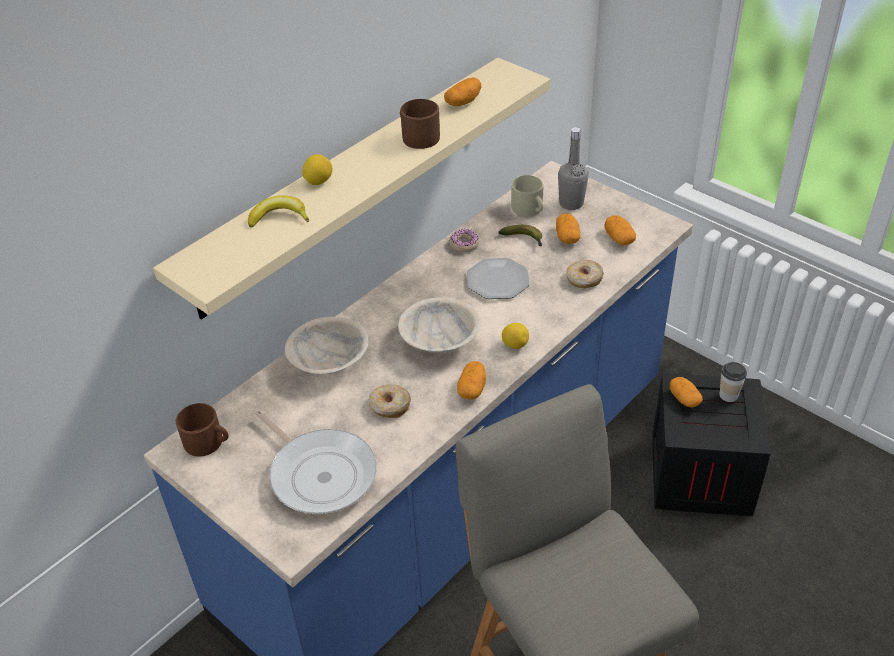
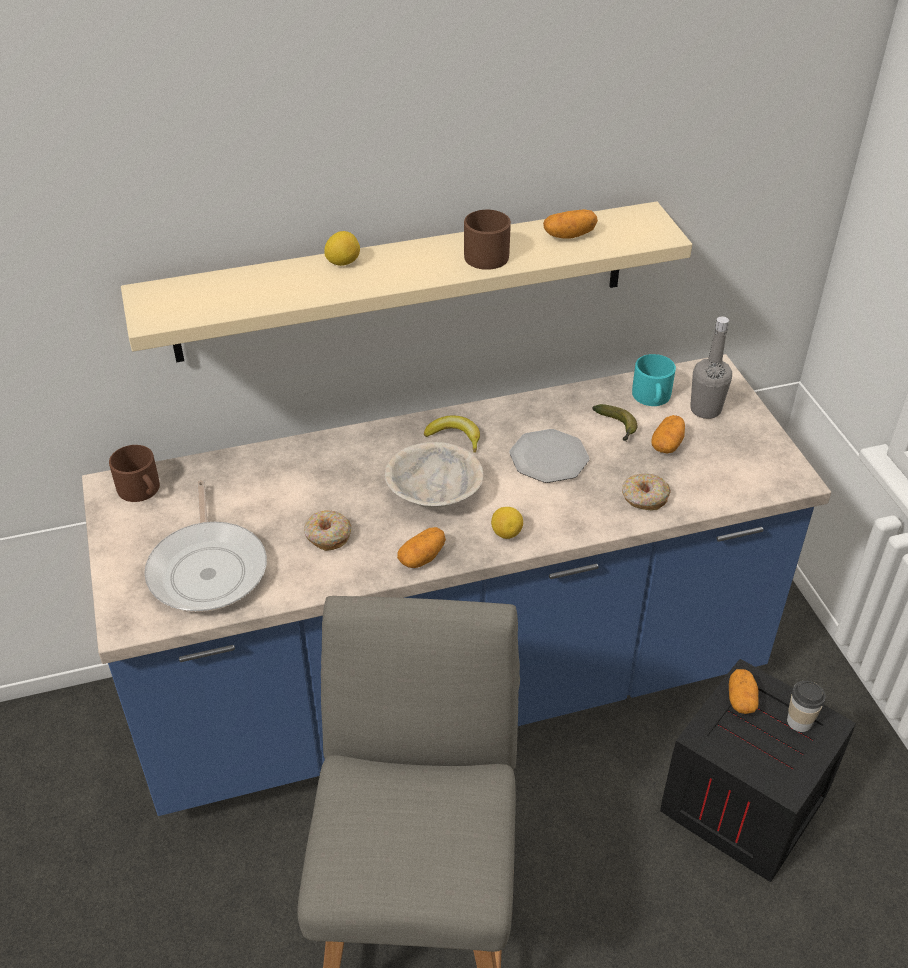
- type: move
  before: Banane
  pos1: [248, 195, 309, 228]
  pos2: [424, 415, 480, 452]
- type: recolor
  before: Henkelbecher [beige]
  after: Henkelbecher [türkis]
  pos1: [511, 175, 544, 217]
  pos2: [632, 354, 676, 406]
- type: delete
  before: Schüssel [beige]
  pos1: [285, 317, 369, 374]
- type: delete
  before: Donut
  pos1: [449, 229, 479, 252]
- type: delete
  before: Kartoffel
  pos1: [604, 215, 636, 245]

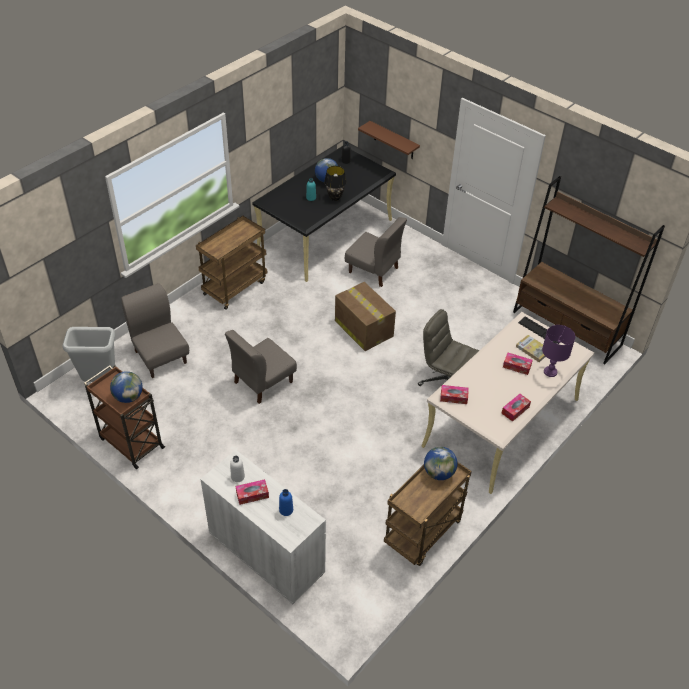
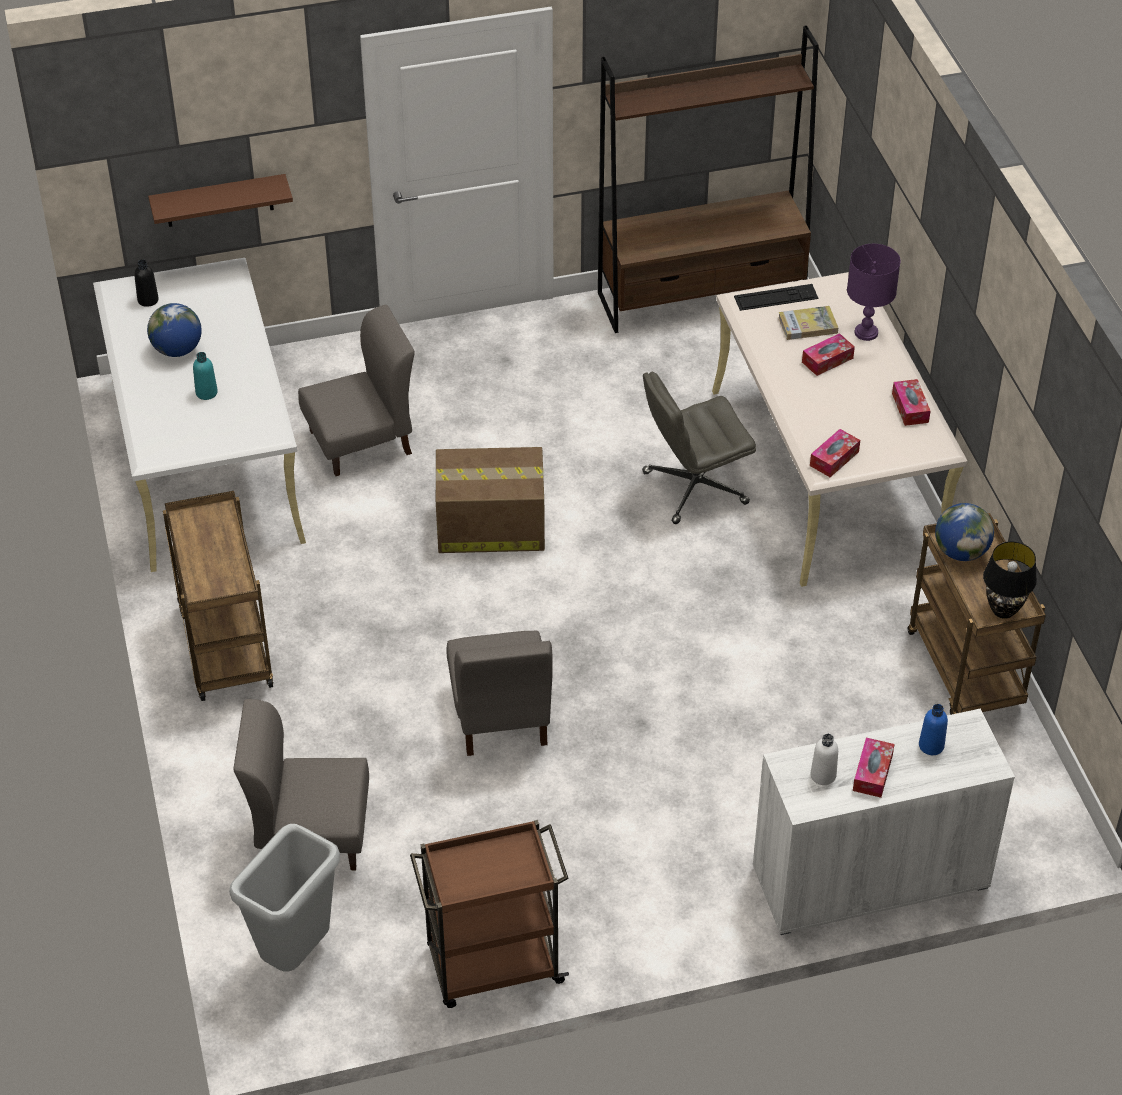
- type: recolor
  before: Schreibtisch [schwarz]
  after: Schreibtisch [weiß]
  pos1: [252, 147, 396, 282]
  pos2: [93, 258, 306, 572]
- type: move
  before: Tischlampe [schwarz]
  pos1: [324, 166, 347, 201]
  pos2: [983, 541, 1037, 619]
- type: delete
  before: Globus
  pos1: [110, 371, 143, 403]

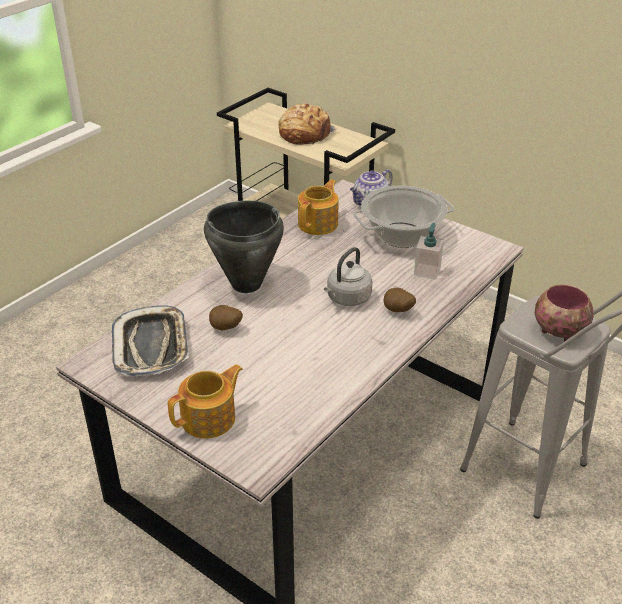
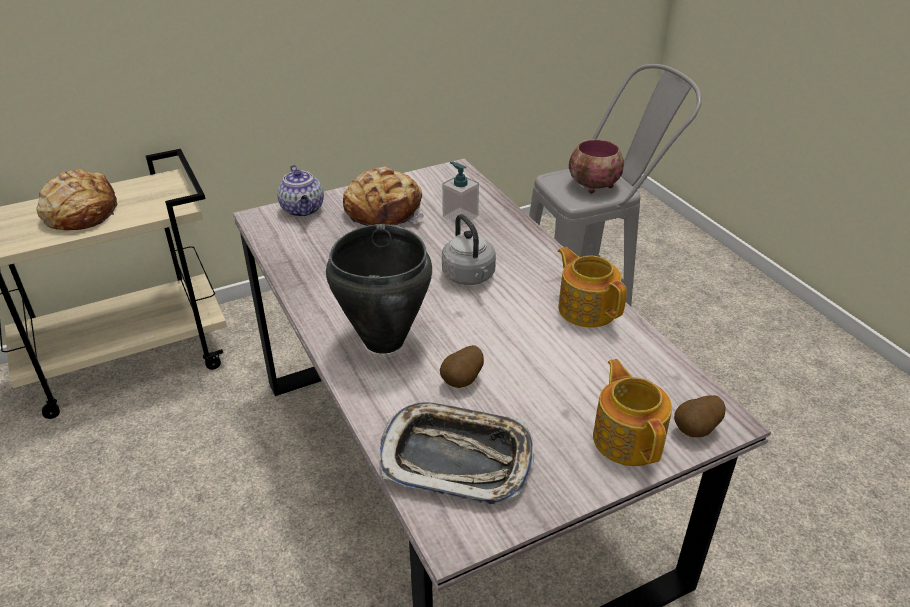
- type: replace
  before: Kochtopf
  after: Brot
  pos1: [353, 185, 454, 248]
  pos2: [343, 166, 424, 226]
- type: move
  before: Teekanne
  pos1: [298, 180, 339, 235]
  pos2: [558, 247, 627, 328]
- type: move
  before: Kartoffel
  pos1: [384, 288, 416, 312]
  pos2: [674, 395, 726, 437]

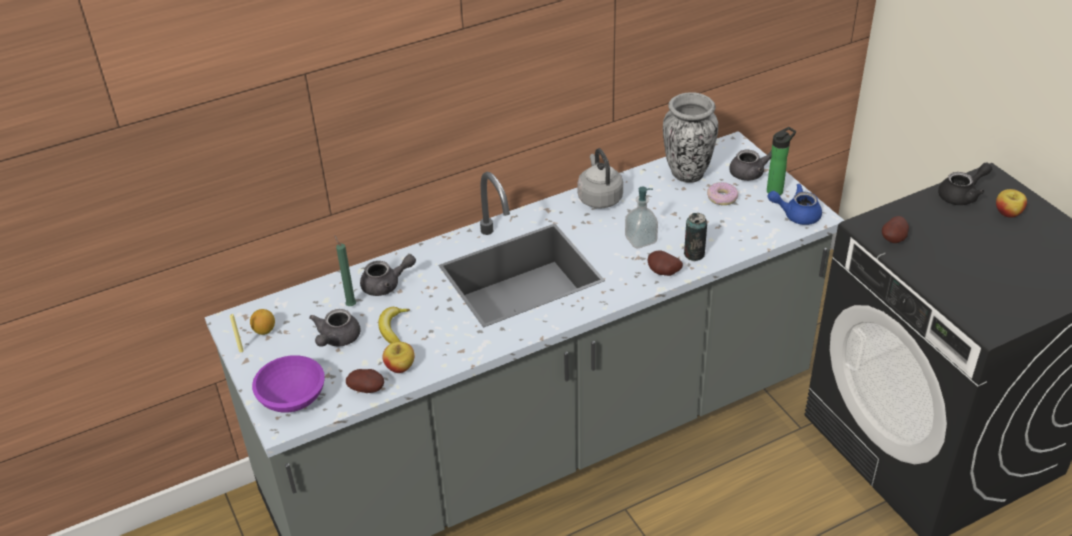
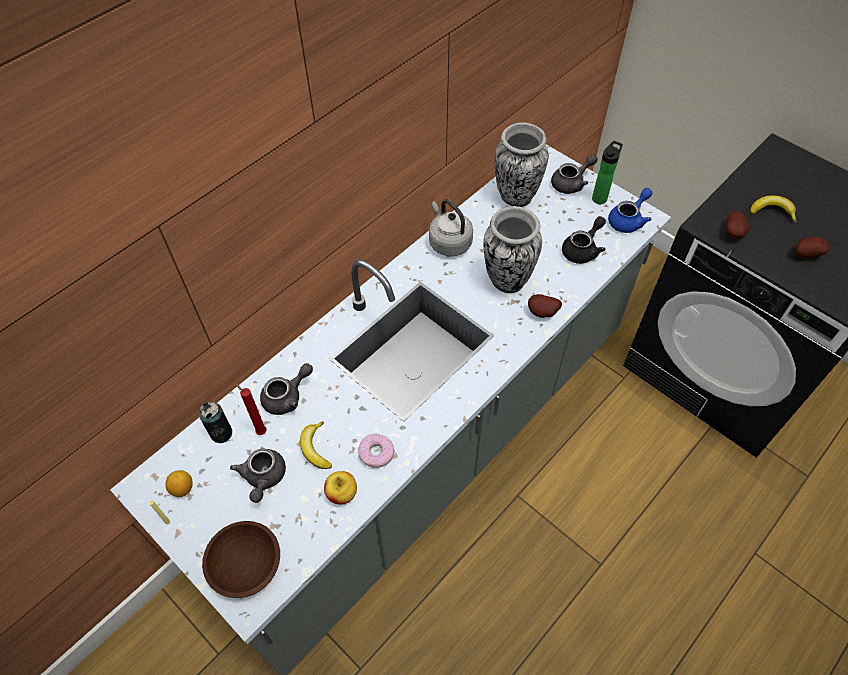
- type: move
  before: Dose
  pos1: [684, 213, 707, 261]
  pos2: [199, 401, 232, 443]
- type: recolor
  before: Schüssel [lila]
  after: Schüssel [braun]
  pos1: [252, 355, 325, 413]
  pos2: [202, 521, 280, 598]
- type: recolor
  before: Kerze [grün]
  after: Kerze [rot]
  pos1: [334, 235, 356, 306]
  pos2: [235, 383, 267, 435]
- type: move
  before: Donut
  pos1: [707, 182, 738, 205]
  pos2: [358, 434, 395, 468]
- type: replace
  before: Seifenspender
  after: Vase
  pos1: [625, 187, 658, 249]
  pos2: [483, 206, 542, 293]
- type: move
  before: Teekanne [schwarz]
  pos1: [938, 163, 992, 205]
  pos2: [562, 216, 606, 264]
- type: rotate
  before: Teekanne [blau]
  pos1: [768, 184, 822, 225]
  pos2: [608, 188, 653, 233]
  turn: 150
- type: insert
  after: Banane
  pos2: [750, 195, 796, 222]
- type: move
  before: Kartoffel
  pos1: [346, 369, 384, 393]
  pos2: [795, 236, 830, 257]
- type: delete
  before: Apfel
  pos1: [996, 189, 1027, 218]

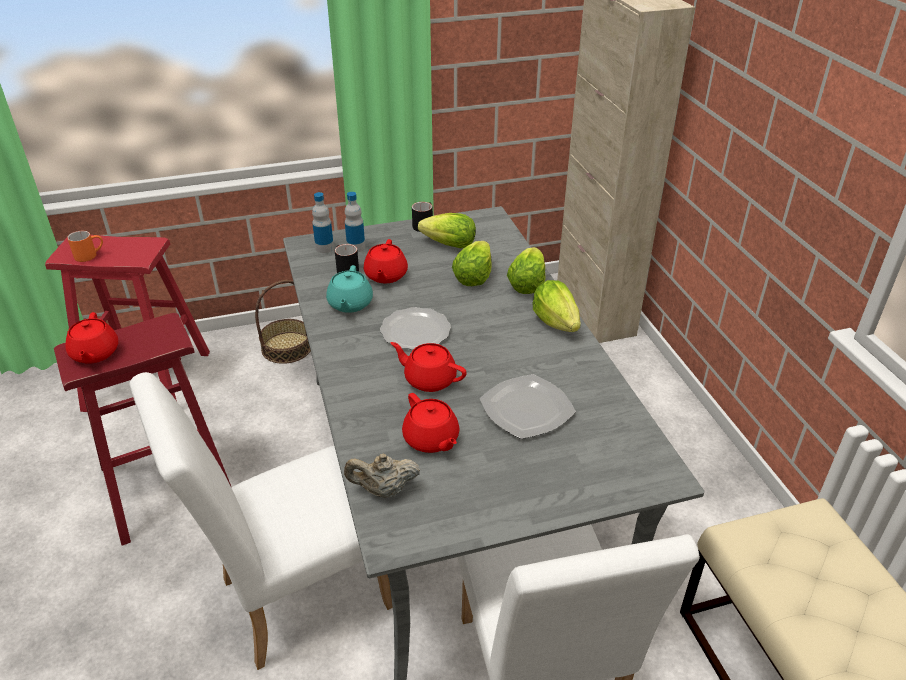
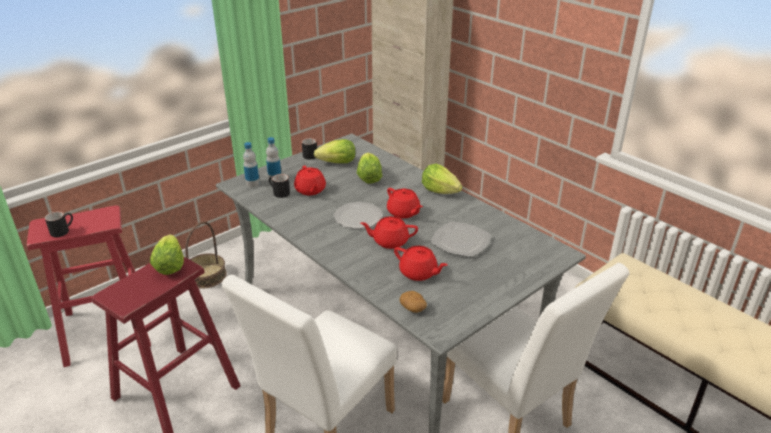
- type: recolor
  before: Henkelbecher [orange]
  after: Henkelbecher [schwarz]
  pos1: [67, 231, 103, 262]
  pos2: [45, 212, 73, 237]
- type: move
  before: Salatkopf
  pos1: [507, 247, 546, 294]
  pos2: [150, 234, 184, 275]
- type: move
  before: Teekanne [rot]
  pos1: [66, 312, 118, 364]
  pos2: [387, 188, 423, 218]
- type: replace
  before: Teekanne [beige]
  after: Kartoffel
  pos1: [344, 453, 420, 498]
  pos2: [399, 291, 427, 313]
- type: delete
  before: Teekanne [türkis]
  pos1: [326, 265, 373, 313]

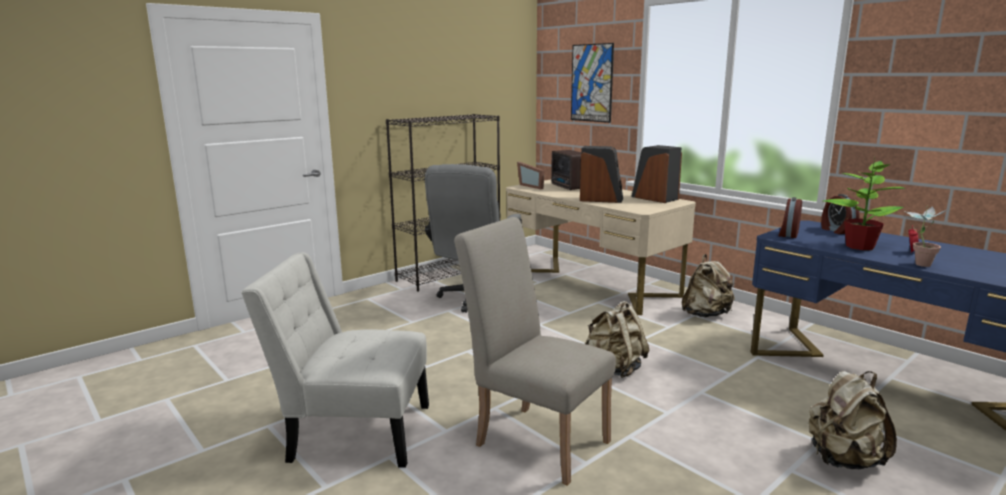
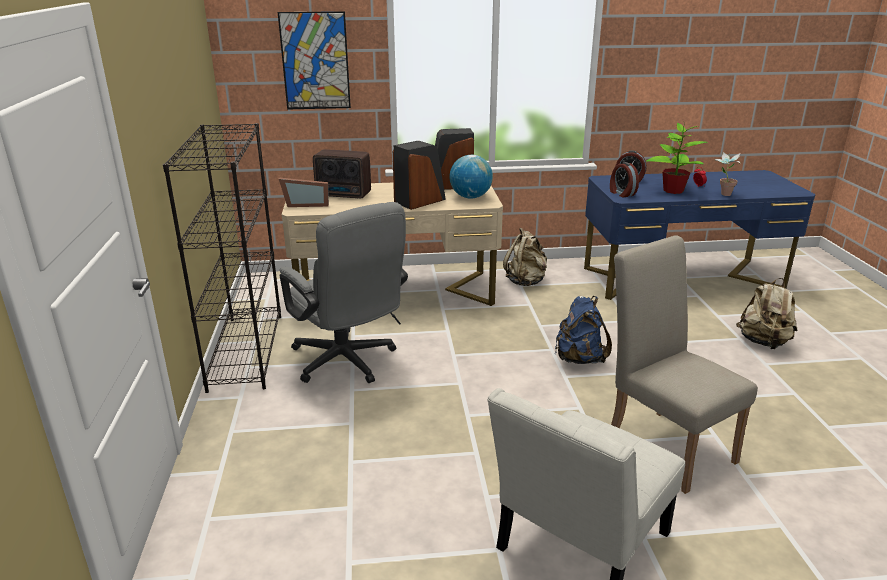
- type: insert
  after: Globus
  pos2: [449, 155, 493, 198]
- type: recolor
  before: Rucksack [beige]
  after: Rucksack [blau]
  pos1: [585, 301, 650, 378]
  pos2: [555, 296, 612, 364]
- type: rotate
  before: Stuhl [beige]
  pos1: [454, 217, 616, 485]
  pos2: [611, 235, 758, 494]
  turn: 75

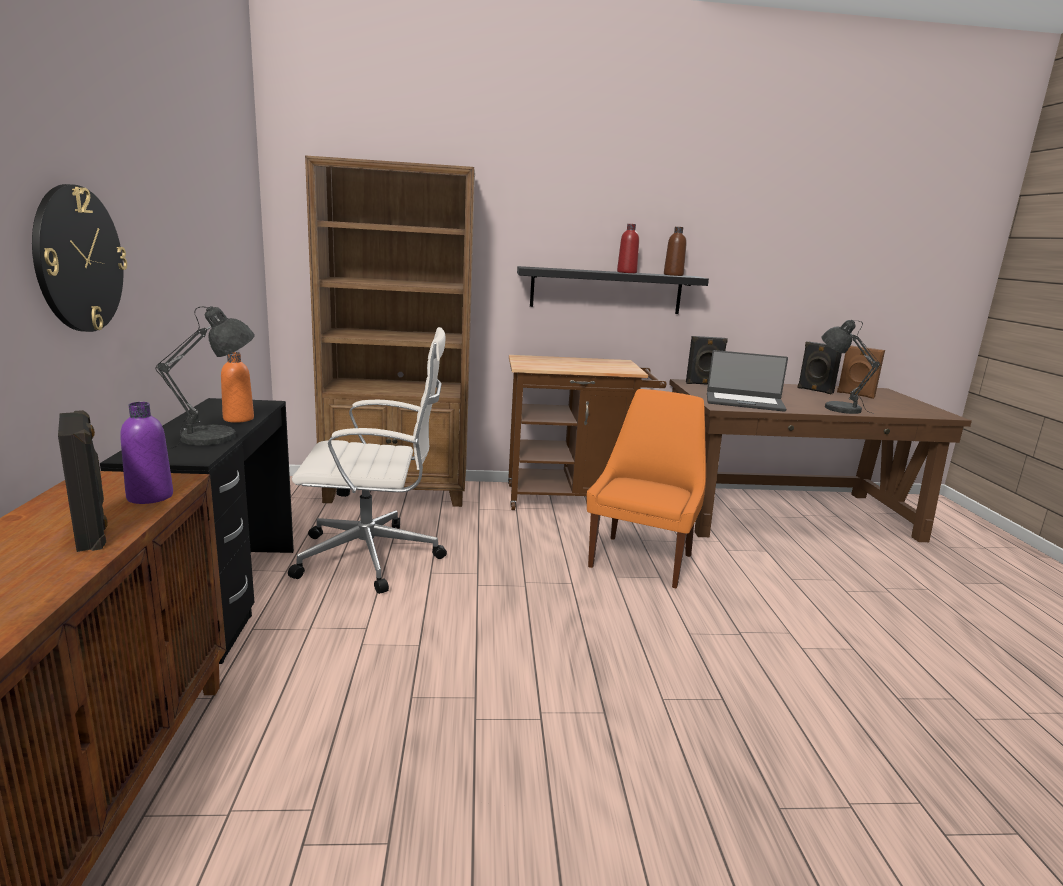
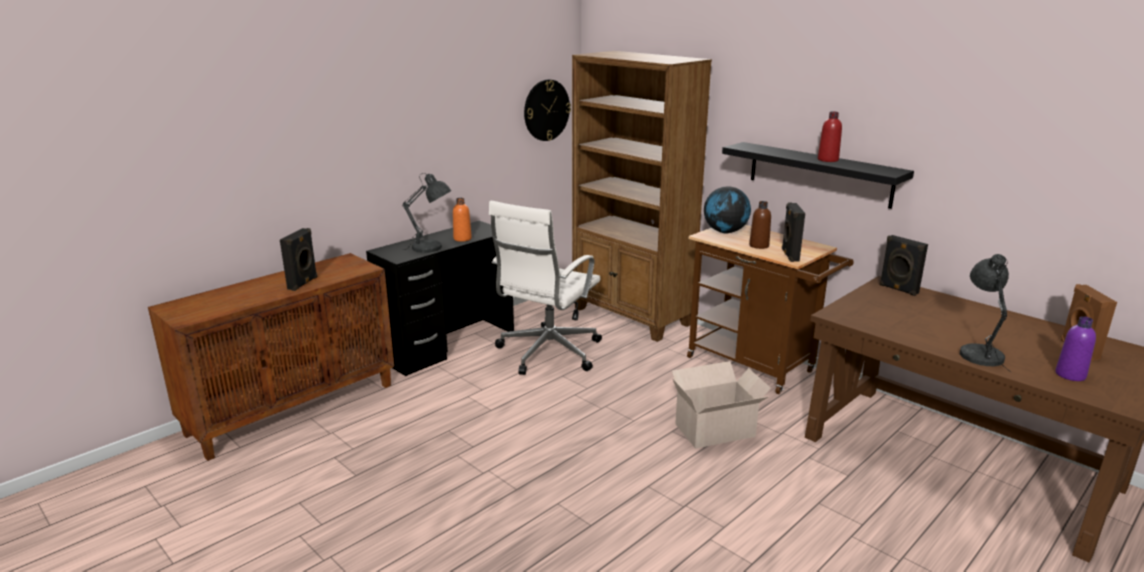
- type: rotate
  before: Bürostuhl [weiß]
  pos1: [288, 327, 447, 594]
  pos2: [489, 201, 602, 375]
  turn: 75
- type: move
  before: Wanduhr
  pos1: [32, 184, 127, 332]
  pos2: [524, 79, 571, 141]
- type: replace
  before: Stuhl [orange]
  after: Karton
  pos1: [587, 389, 706, 589]
  pos2: [672, 361, 771, 448]
- type: insert
  after: Globus
  pos2: [704, 186, 751, 234]
- type: move
  before: Flasche [braun]
  pos1: [664, 227, 687, 276]
  pos2: [749, 201, 771, 249]
- type: move
  before: Lautsprecher [schwarz]
  pos1: [797, 342, 842, 394]
  pos2: [782, 203, 805, 262]
- type: move
  before: Flasche [lila]
  pos1: [120, 402, 173, 504]
  pos2: [1055, 316, 1096, 381]
- type: delete
  before: Laptop
  pos1: [707, 350, 788, 412]

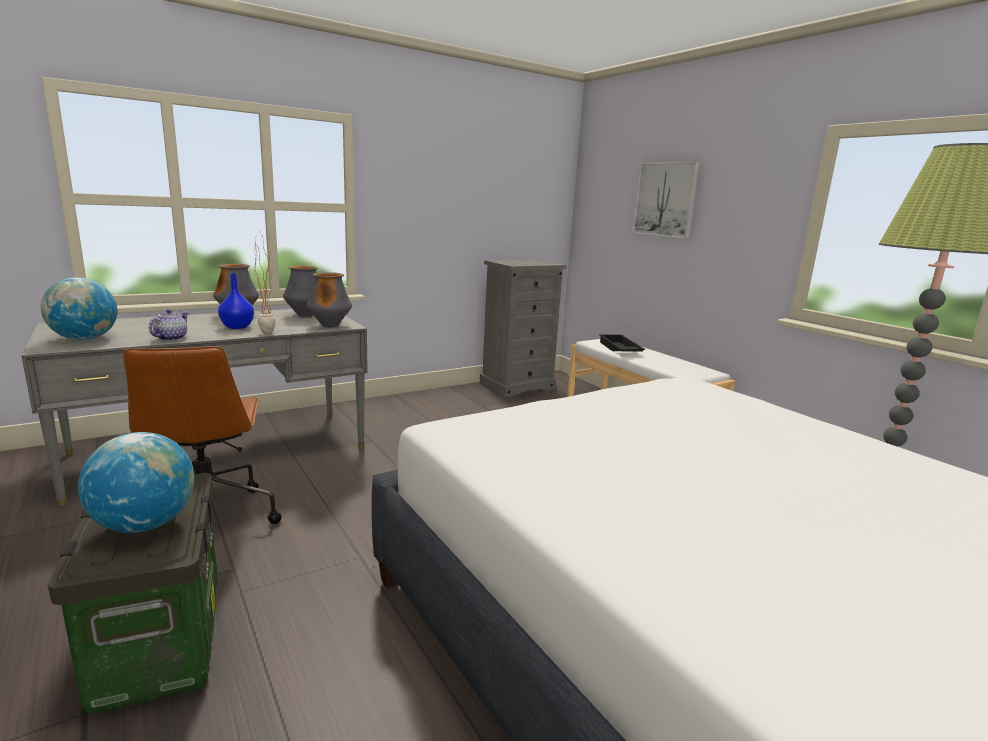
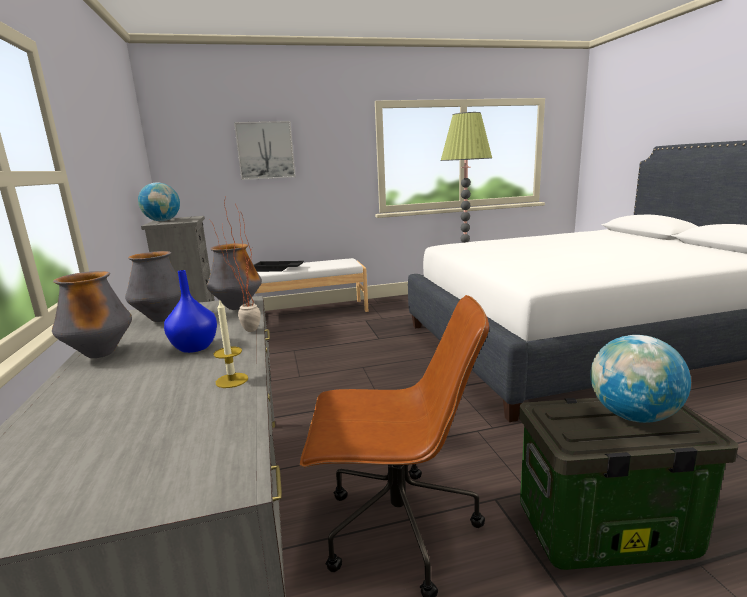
- type: move
  before: Globus
  pos1: [41, 277, 117, 340]
  pos2: [138, 183, 180, 221]
- type: replace
  before: Teekanne
  after: Kerze
  pos1: [149, 309, 188, 341]
  pos2: [214, 301, 248, 388]

